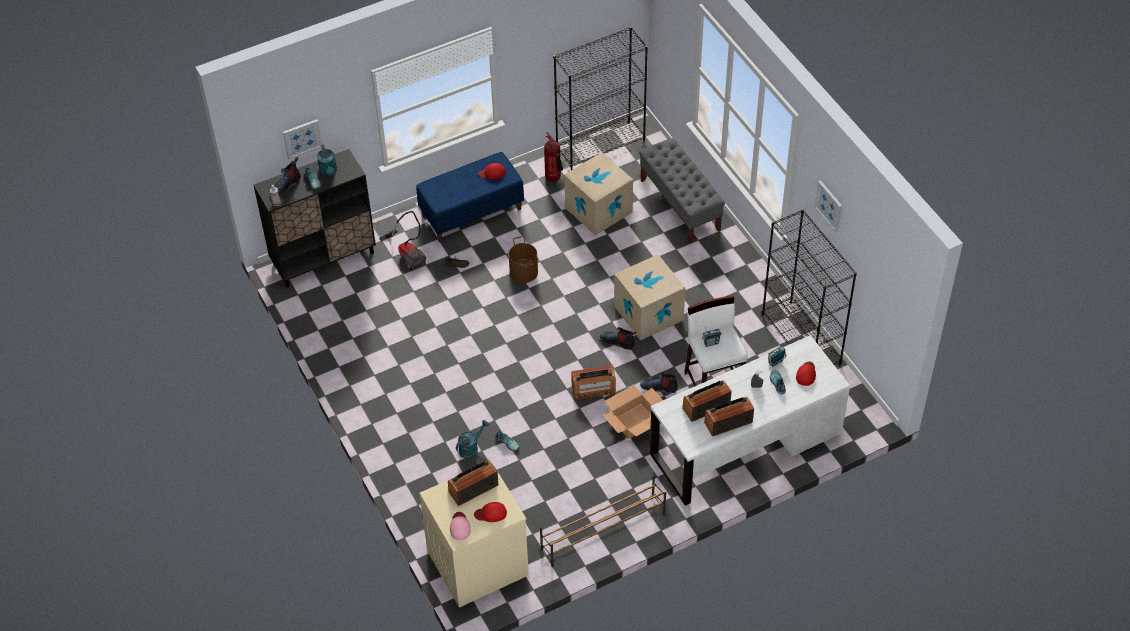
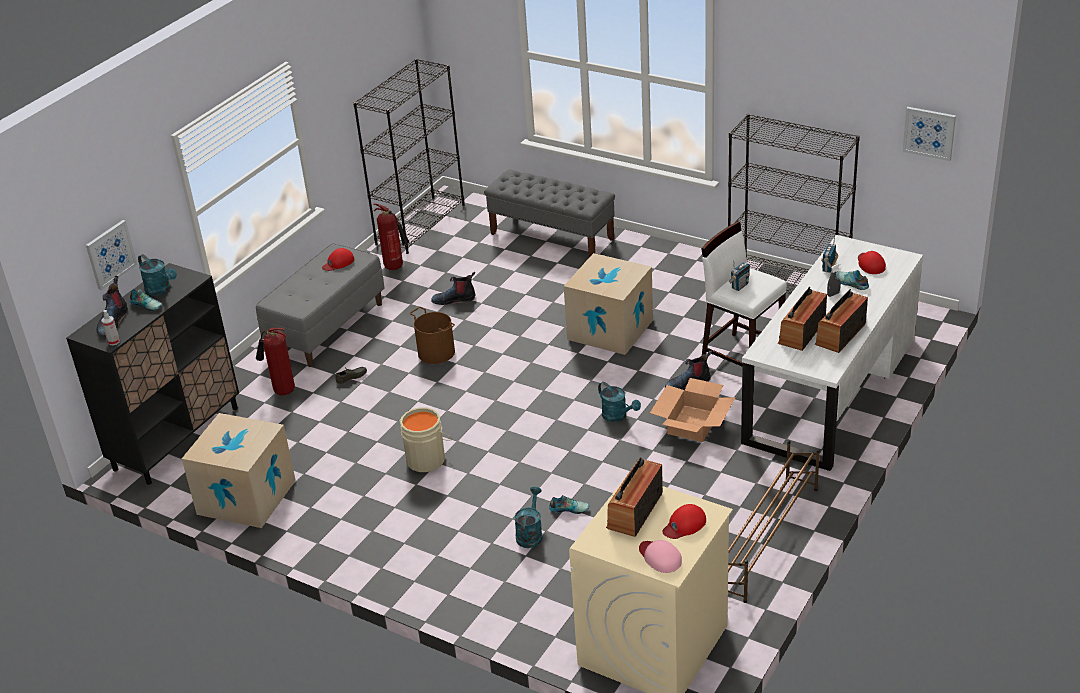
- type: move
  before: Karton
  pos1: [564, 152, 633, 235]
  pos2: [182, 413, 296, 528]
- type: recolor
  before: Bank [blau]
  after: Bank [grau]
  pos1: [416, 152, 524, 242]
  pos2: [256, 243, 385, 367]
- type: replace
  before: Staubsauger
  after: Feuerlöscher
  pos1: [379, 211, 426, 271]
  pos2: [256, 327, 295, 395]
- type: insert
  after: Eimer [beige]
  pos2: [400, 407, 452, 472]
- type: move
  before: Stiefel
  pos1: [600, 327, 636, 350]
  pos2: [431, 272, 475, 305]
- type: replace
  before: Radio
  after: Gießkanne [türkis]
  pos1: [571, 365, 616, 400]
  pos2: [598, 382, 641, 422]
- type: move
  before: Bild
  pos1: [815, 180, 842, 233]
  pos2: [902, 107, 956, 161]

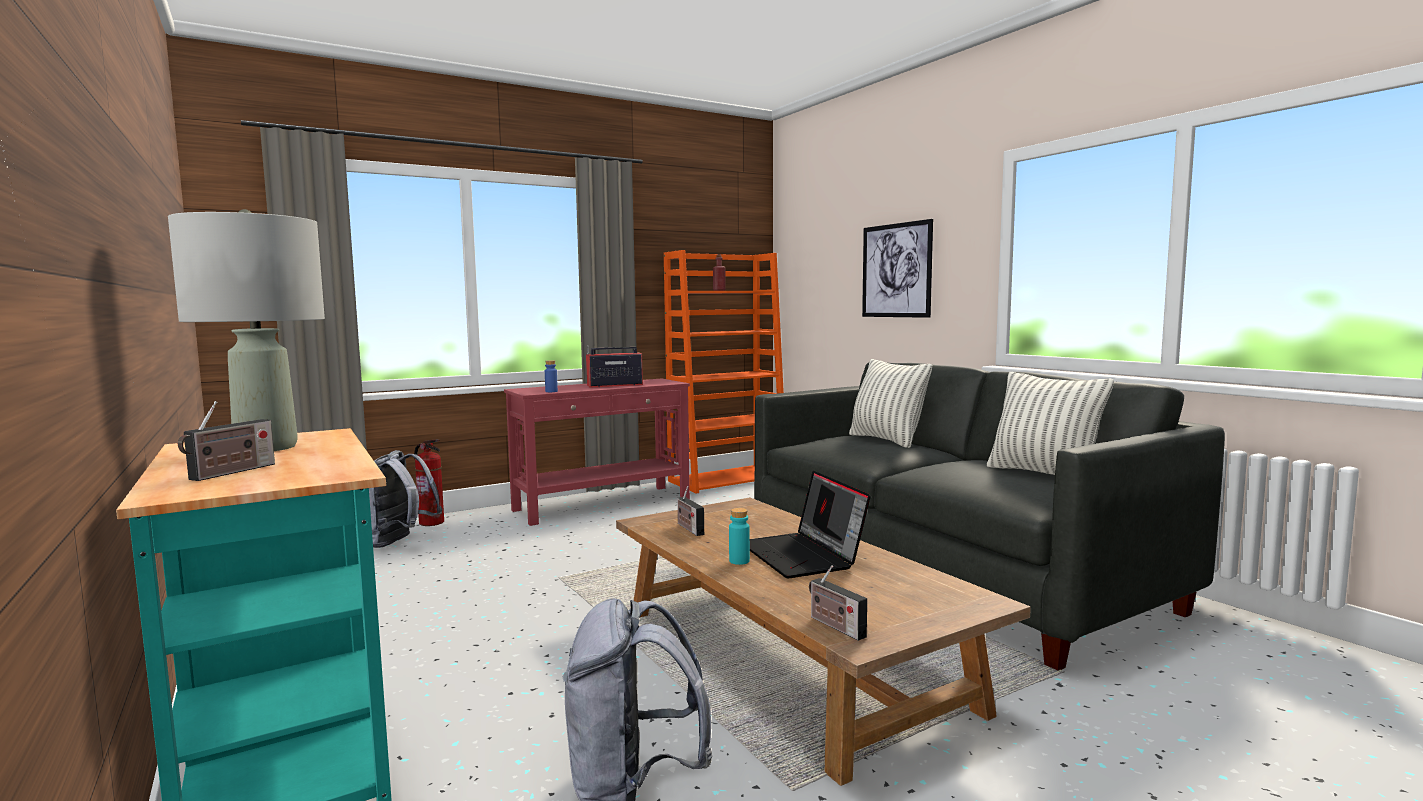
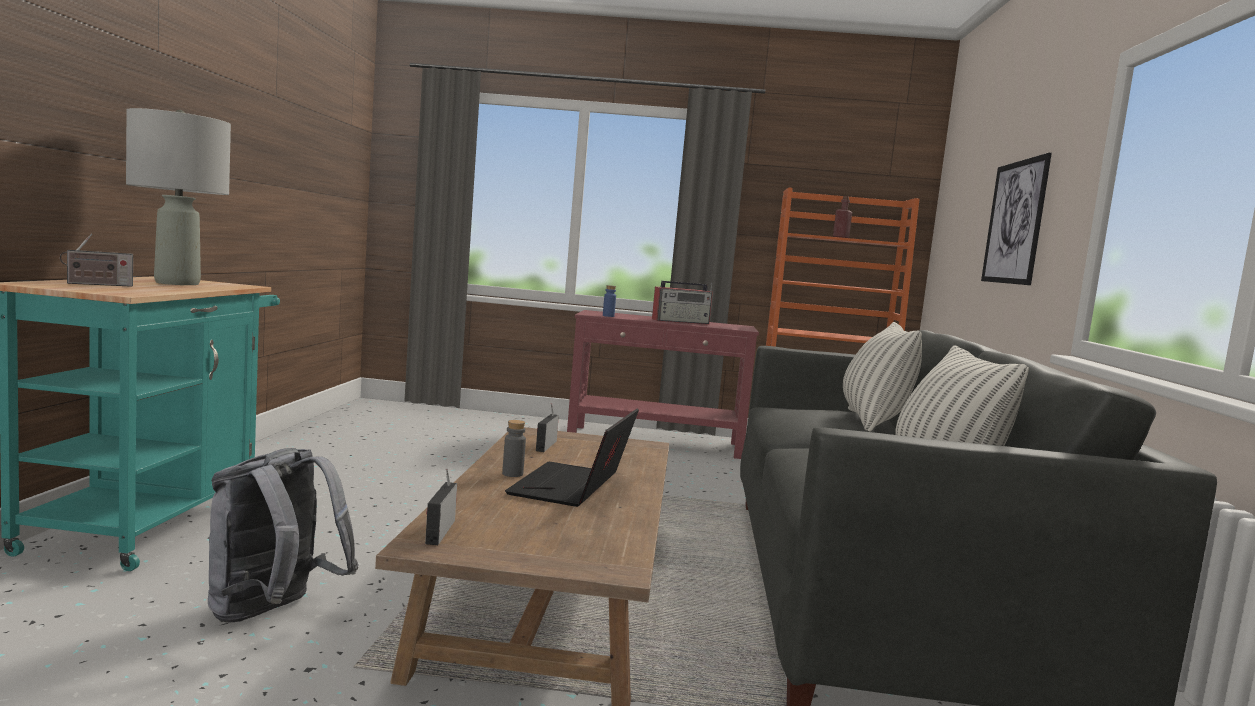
- type: recolor
  before: Flasche [türkis]
  after: Flasche [grau]
  pos1: [729, 508, 750, 565]
  pos2: [502, 420, 526, 477]
- type: rotate
  before: Radio
  pos1: [586, 345, 643, 388]
  pos2: [652, 281, 713, 324]
  turn: 150
- type: delete
  before: Rucksack [grau]
  pos1: [369, 450, 442, 548]
- type: delete
  before: Feuerlöscher
  pos1: [414, 439, 444, 526]

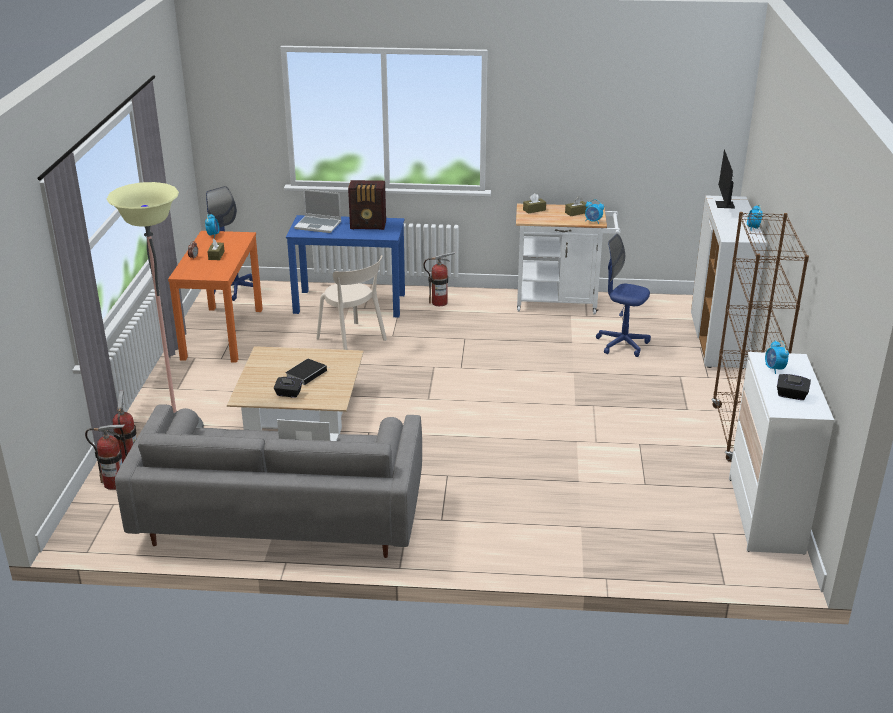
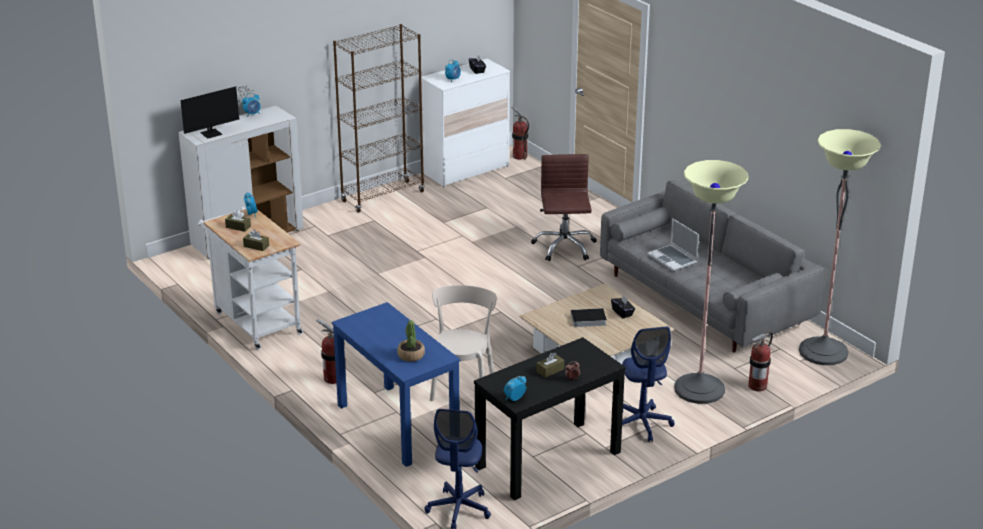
- type: replace
  before: Laptop
  after: Topfpflanze
  pos1: [294, 189, 341, 233]
  pos2: [397, 320, 425, 362]
- type: recolor
  before: Konsolentisch [orange]
  after: Konsolentisch [schwarz]
  pos1: [168, 231, 263, 363]
  pos2: [474, 337, 626, 501]
- type: move
  before: Feuerlöscher
  pos1: [85, 425, 125, 490]
  pos2: [511, 106, 529, 160]
- type: insert
  after: Bürostuhl [braun]
  pos2: [531, 154, 597, 261]
- type: move
  before: Bürostuhl [blau]
  pos1: [596, 234, 651, 357]
  pos2: [622, 326, 674, 442]
- type: insert
  after: Stehlampe
  pos2: [799, 129, 881, 365]
- type: delete
  before: Radio
  pos1: [348, 180, 386, 230]

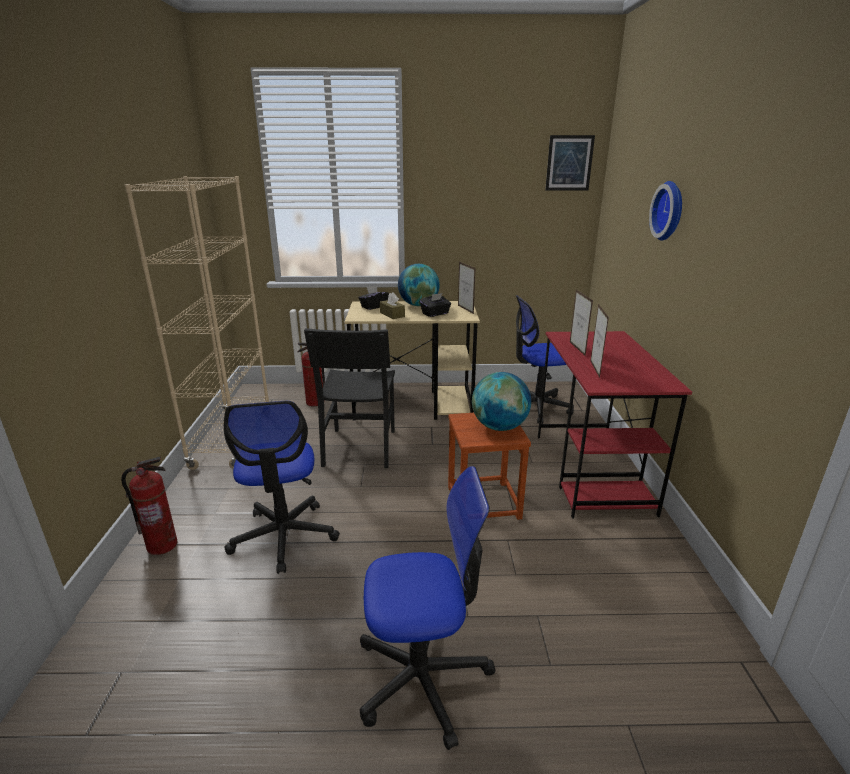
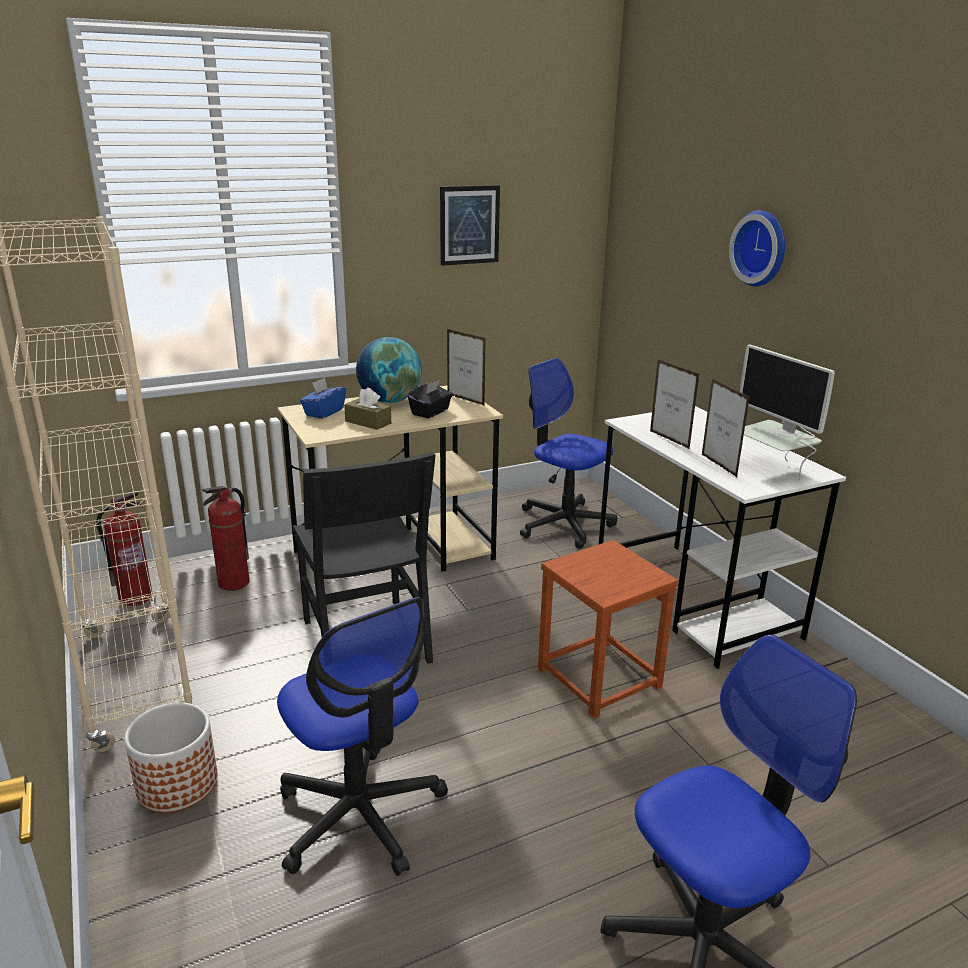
- type: move
  before: Feuerlöscher
  pos1: [121, 457, 177, 555]
  pos2: [96, 490, 153, 606]
- type: insert
  after: Pflanzkübel
  pos2: [124, 702, 218, 813]
- type: recolor
  before: Taschentuchbox [schwarz]
  after: Taschentuchbox [blau]
  pos1: [359, 285, 389, 310]
  pos2: [300, 378, 346, 419]
- type: move
  before: Bild
  pos1: [545, 135, 595, 190]
  pos2: [440, 185, 500, 266]
- type: rotate
  before: Bürostuhl
  pos1: [516, 295, 574, 424]
  pos2: [520, 358, 617, 549]
  turn: 75
- type: recolor
  before: Schreibtisch [rot]
  after: Schreibtisch [weiß]
  pos1: [538, 331, 692, 518]
  pos2: [599, 406, 846, 669]
- type: insert
  after: Monitor
  pos2: [739, 345, 835, 482]
- type: delete
  before: Globus
  pos1: [472, 372, 531, 431]

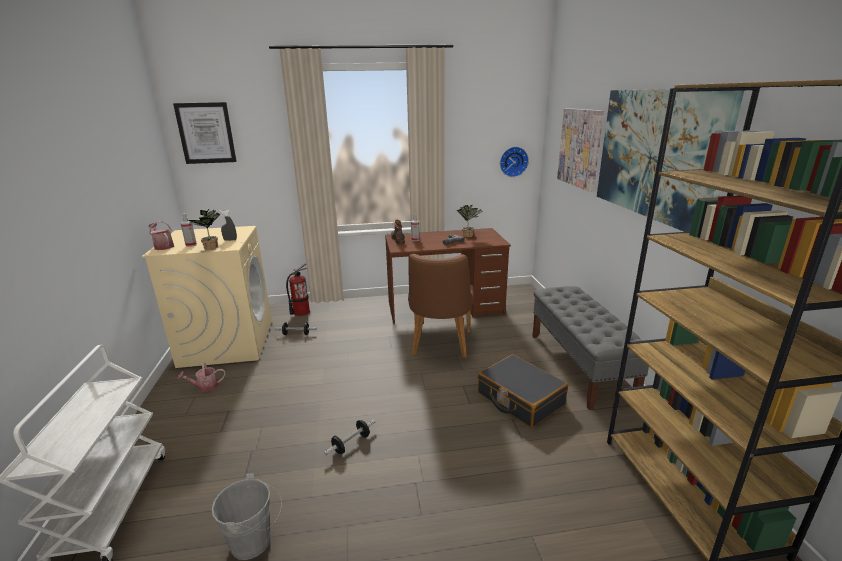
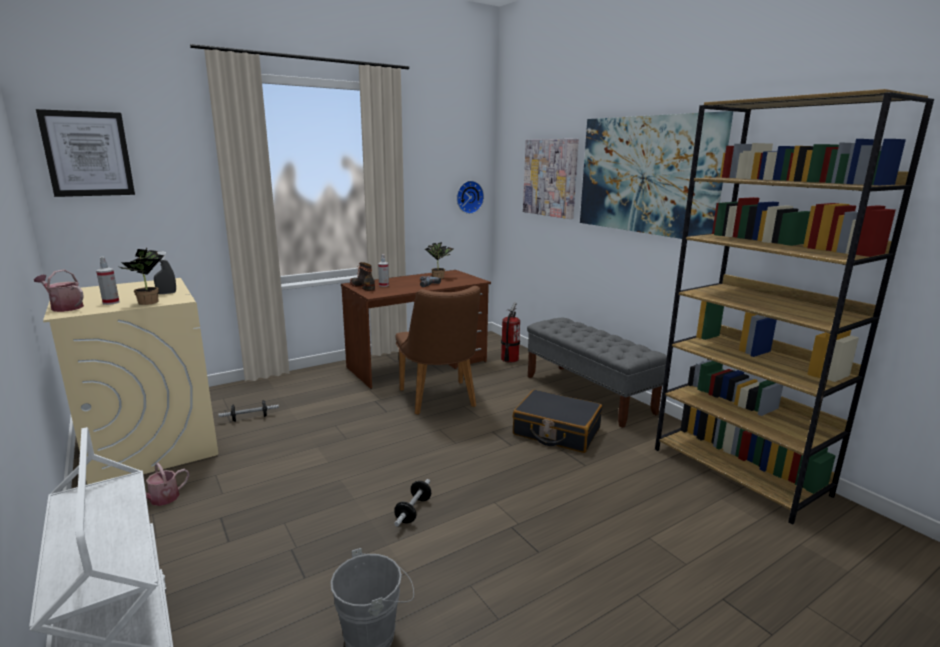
- type: move
  before: Feuerlöscher
  pos1: [286, 263, 310, 316]
  pos2: [501, 302, 520, 363]

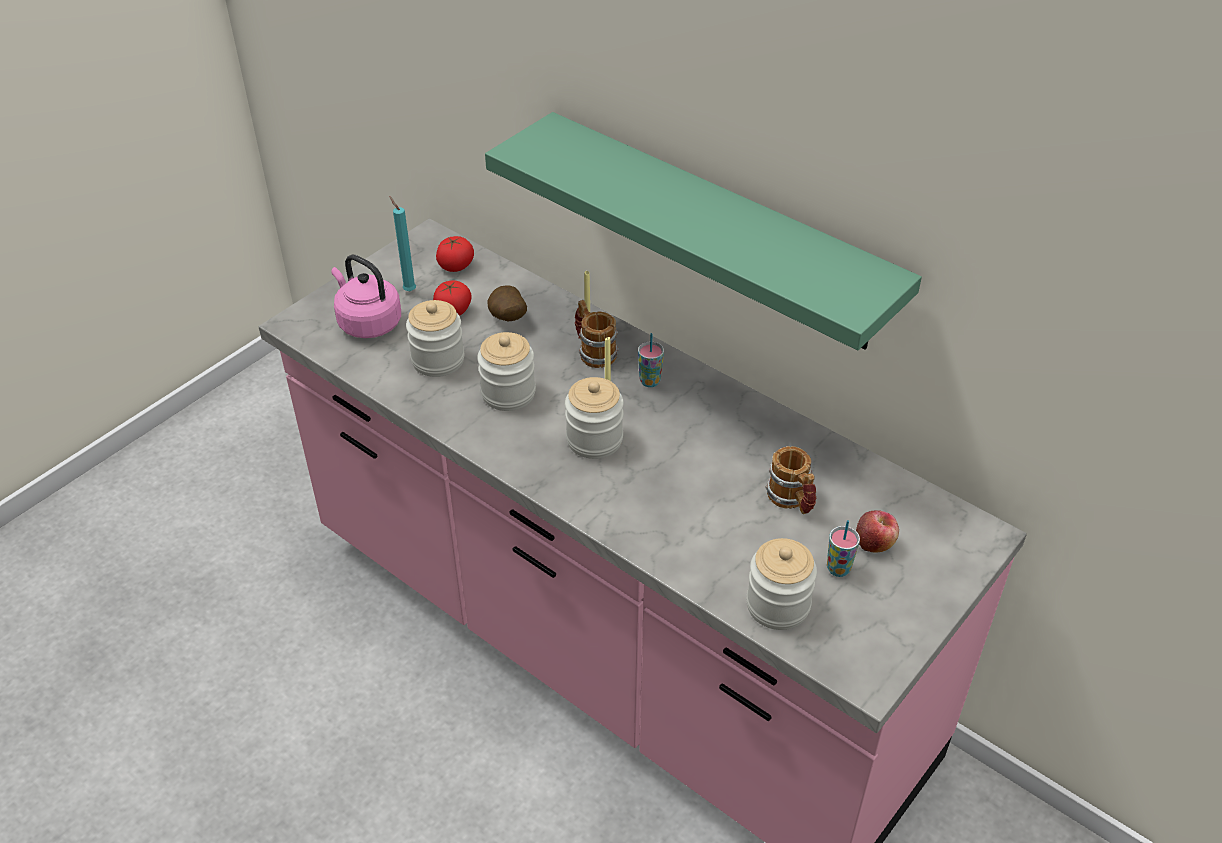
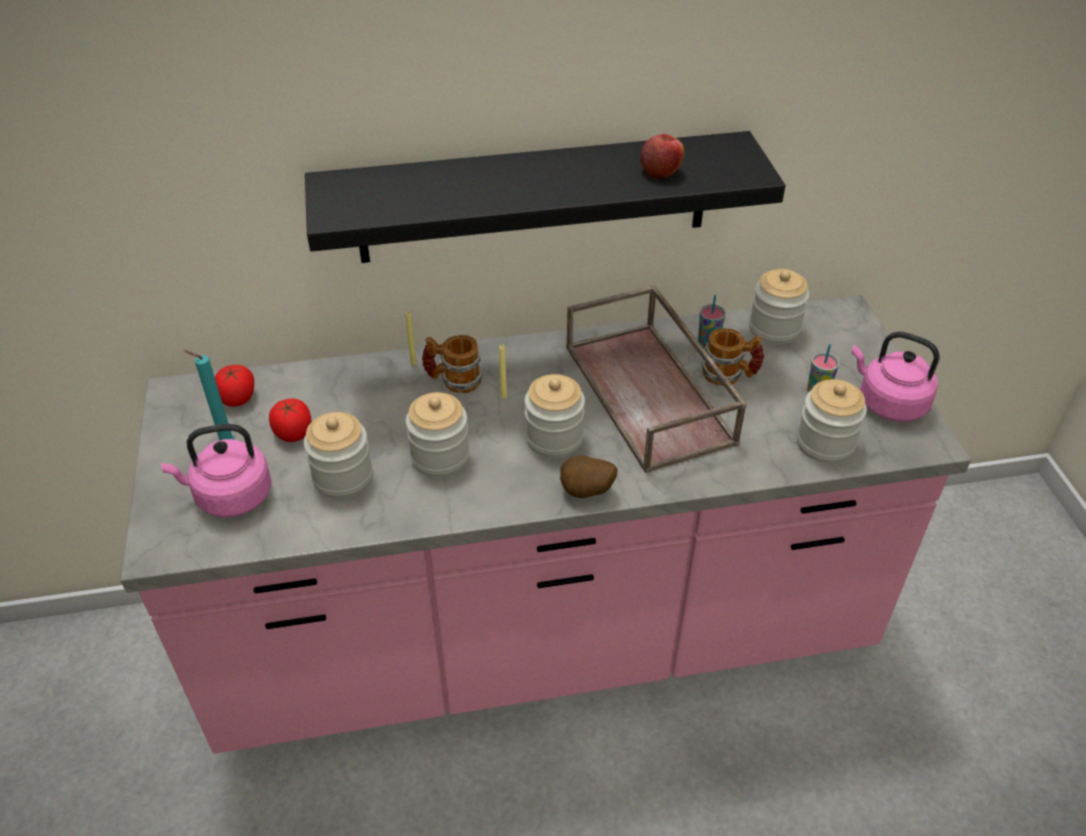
- type: recolor
  before: Wandregal [grün]
  after: Wandregal [schwarz]
  pos1: [485, 112, 922, 350]
  pos2: [305, 131, 785, 263]
- type: move
  before: Kartoffel
  pos1: [487, 285, 527, 322]
  pos2: [560, 455, 618, 498]
- type: insert
  after: Tablett [braun]
  pos2: [566, 285, 747, 473]
- type: move
  before: Apfel
  pos1: [856, 510, 899, 552]
  pos2: [640, 134, 684, 180]
- type: move
  before: Tasse
  pos1: [638, 333, 664, 387]
  pos2: [698, 295, 726, 349]
- type: insert
  after: Vorratsglas
  pos2: [749, 269, 809, 344]
- type: insert
  after: Wasserkessel [rosa]
  pos2: [852, 332, 940, 422]

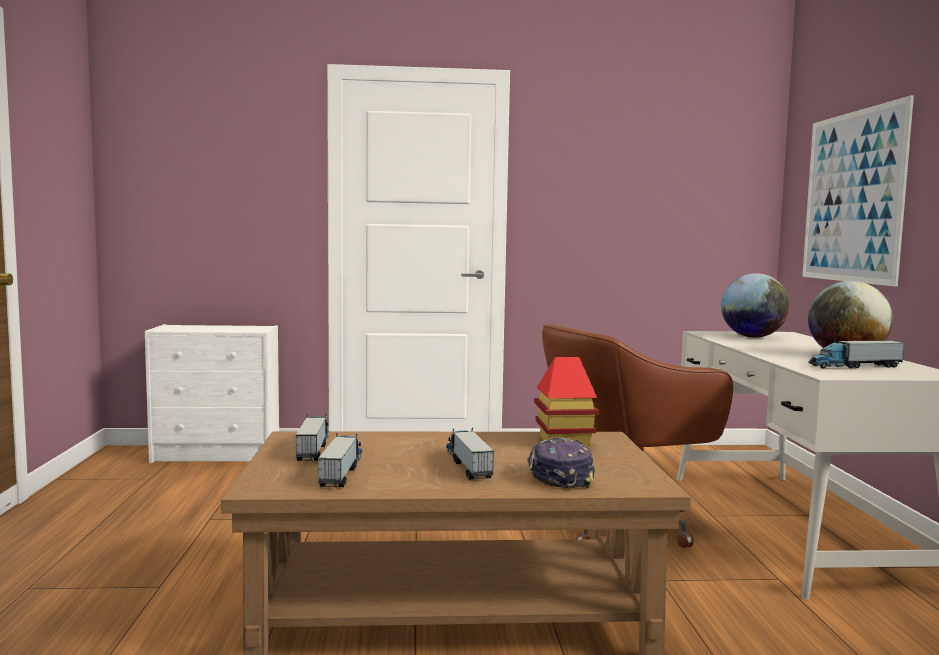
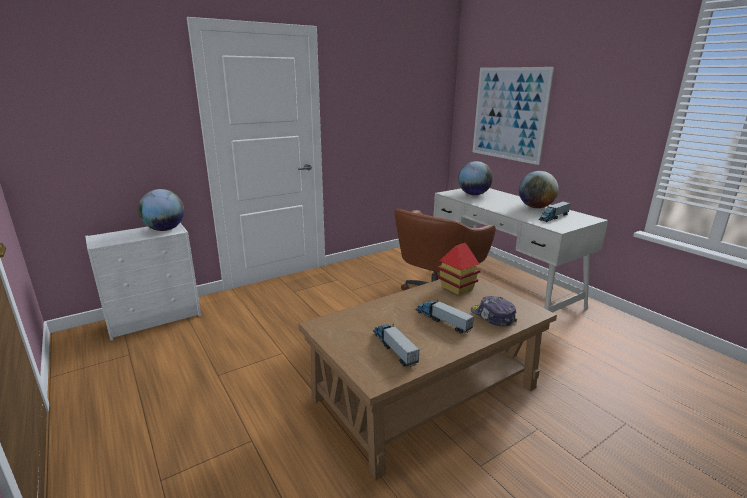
- type: insert
  after: Globus
  pos2: [138, 189, 184, 231]
- type: delete
  before: Spielzeuglaster
  pos1: [296, 414, 329, 461]

